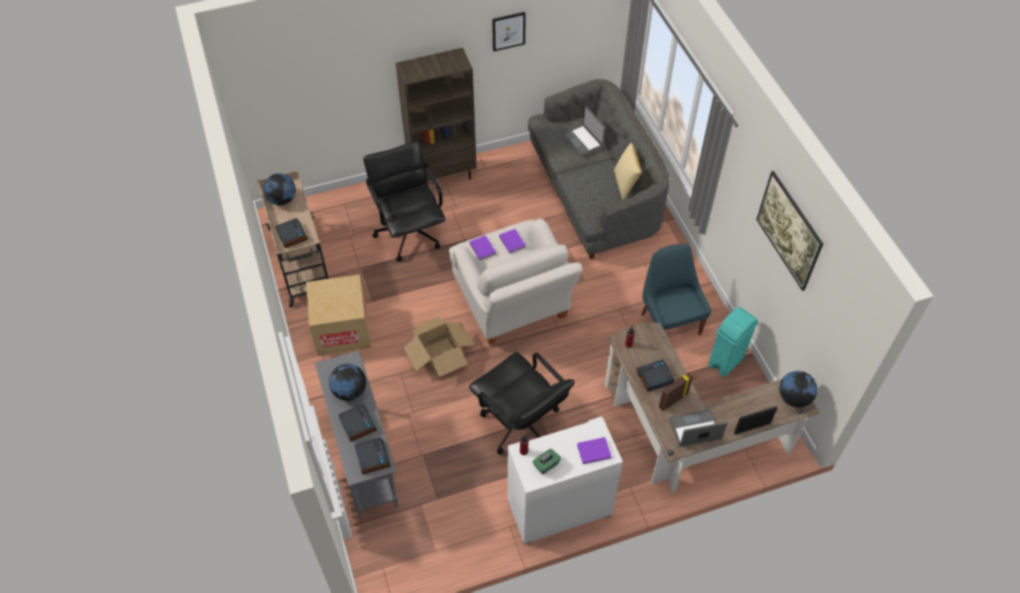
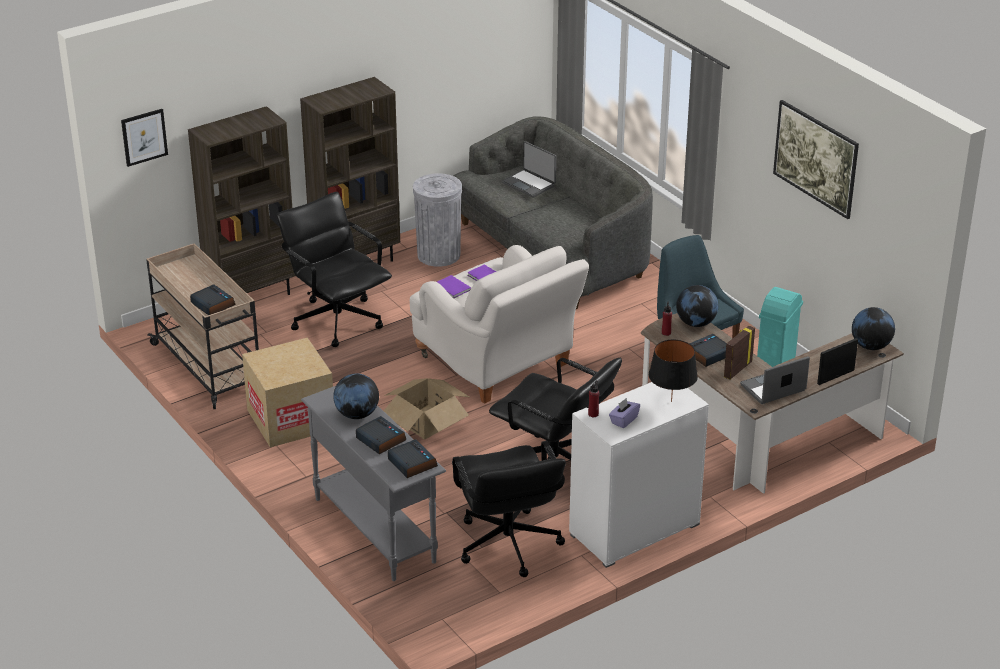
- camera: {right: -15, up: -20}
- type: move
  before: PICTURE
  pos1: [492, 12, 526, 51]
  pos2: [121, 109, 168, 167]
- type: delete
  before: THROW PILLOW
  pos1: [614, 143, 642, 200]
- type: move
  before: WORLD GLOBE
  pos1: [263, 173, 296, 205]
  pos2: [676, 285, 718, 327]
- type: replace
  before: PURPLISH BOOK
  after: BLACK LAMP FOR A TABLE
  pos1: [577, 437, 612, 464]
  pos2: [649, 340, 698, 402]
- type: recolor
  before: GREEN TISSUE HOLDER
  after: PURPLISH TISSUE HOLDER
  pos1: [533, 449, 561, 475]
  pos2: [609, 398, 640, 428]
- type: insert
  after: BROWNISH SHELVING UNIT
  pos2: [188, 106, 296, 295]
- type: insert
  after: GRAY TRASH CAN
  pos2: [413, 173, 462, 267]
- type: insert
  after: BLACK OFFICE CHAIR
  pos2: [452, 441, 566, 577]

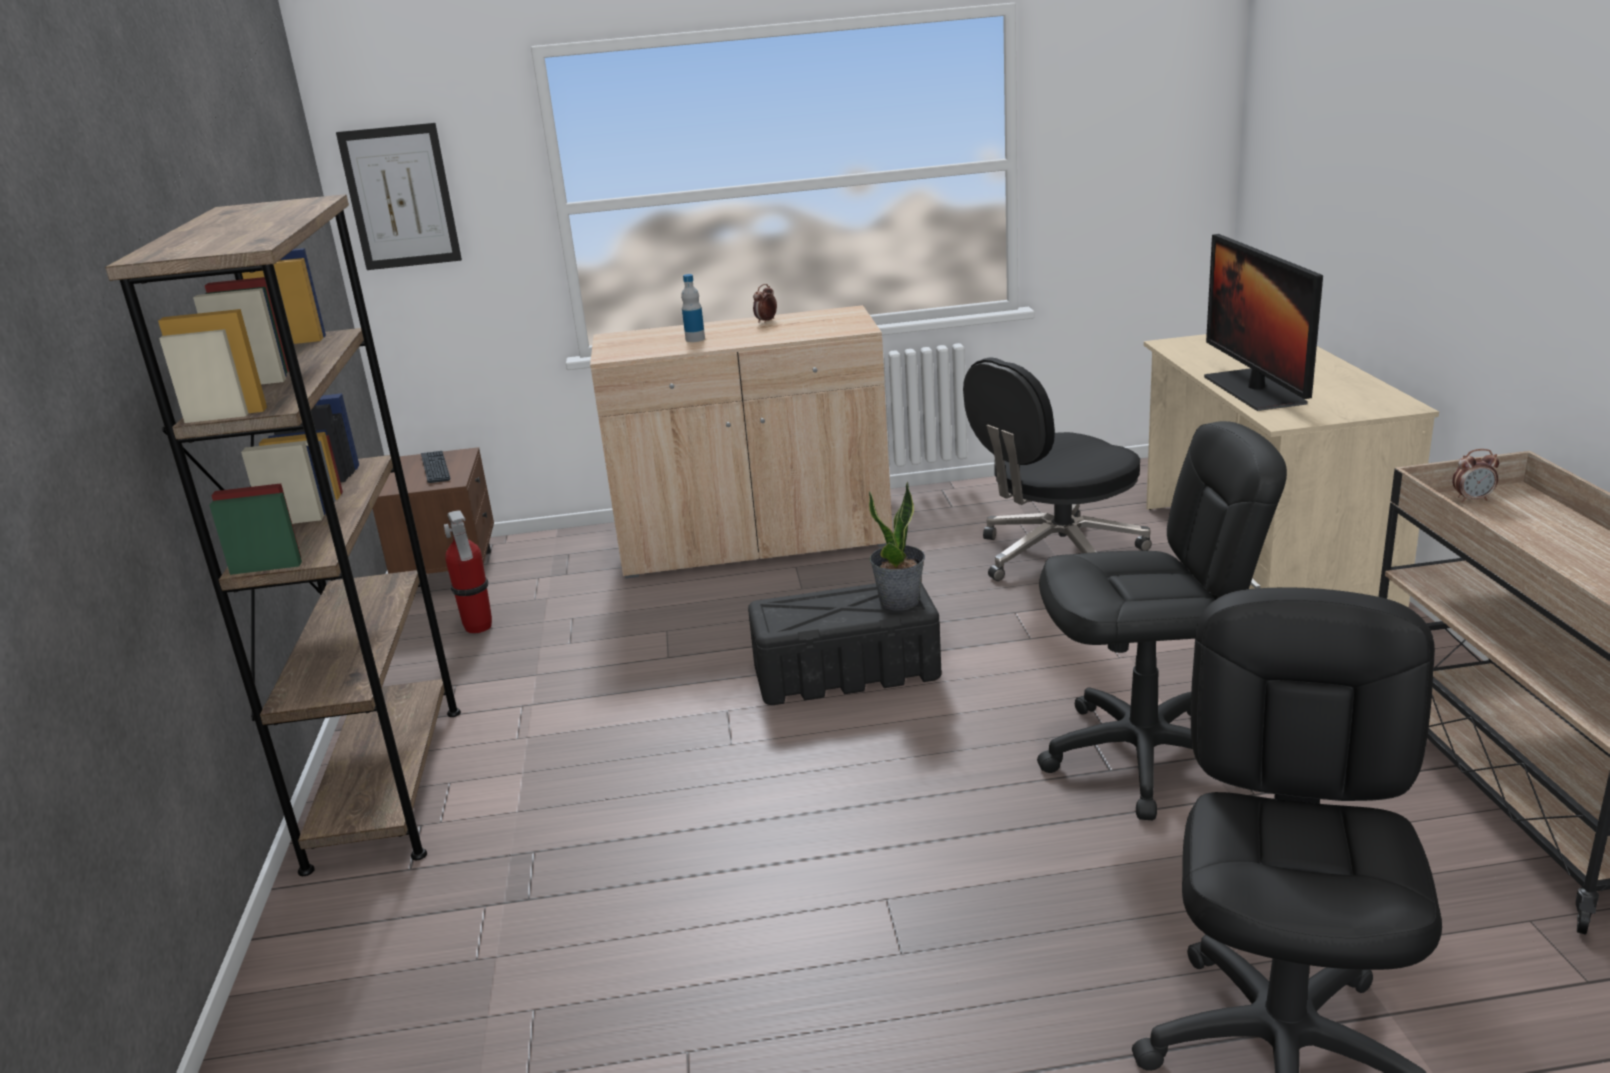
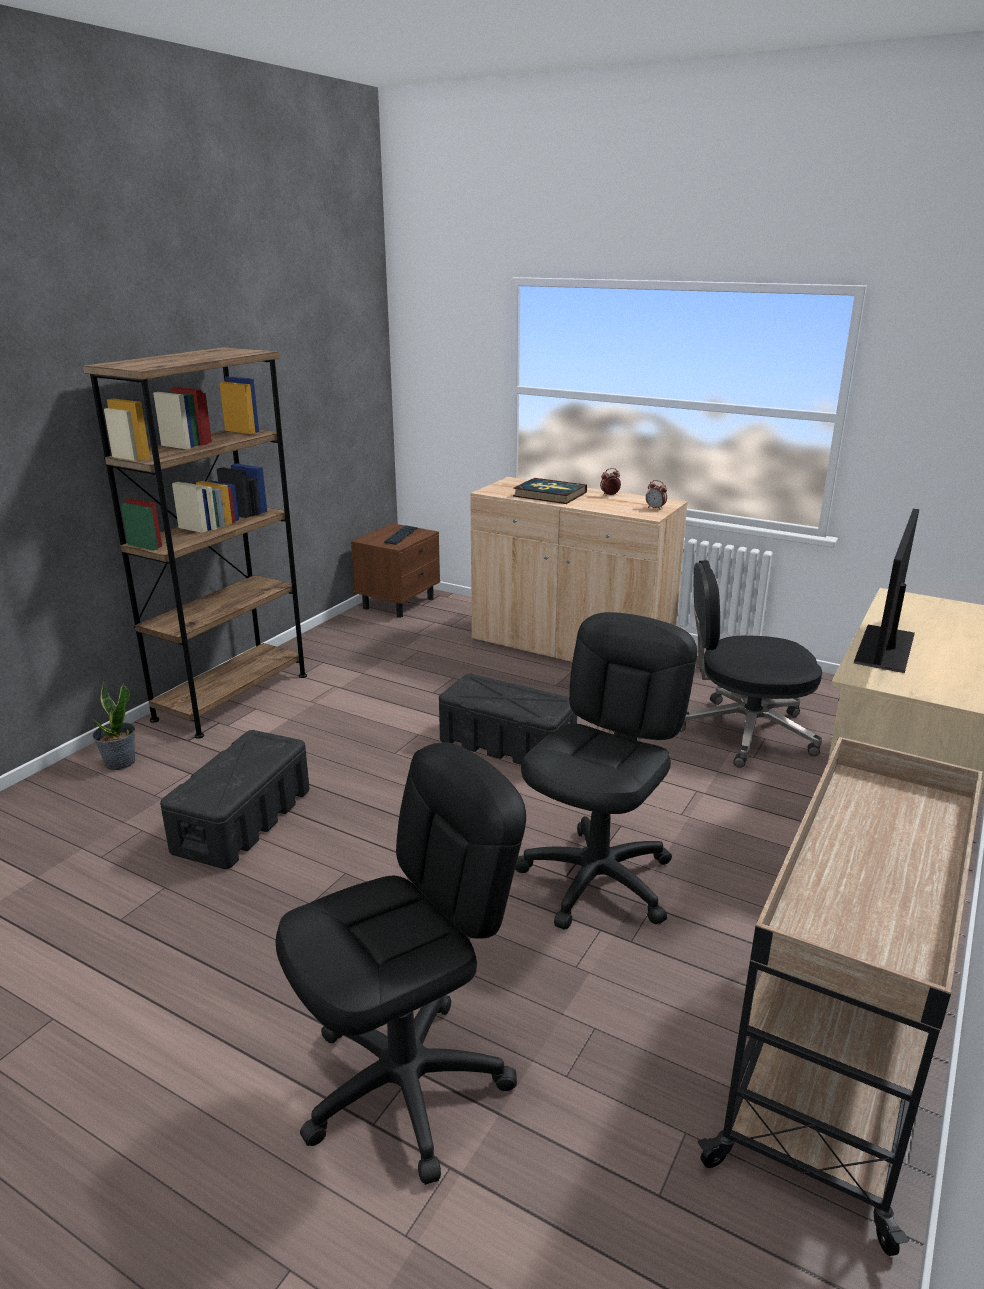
- camera: {right: 35, up: 0}
- type: delete
  before: PICTURE
  pos1: [336, 123, 462, 270]
- type: replace
  before: BEVERAGE BOTTLE
  after: BOOK
  pos1: [681, 274, 705, 342]
  pos2: [513, 478, 587, 504]
- type: rotate
  before: BLACK OFFICE CHAIR
  pos1: [1037, 421, 1287, 821]
  pos2: [515, 612, 697, 930]
  turn: -90
- type: move
  before: TABLE CLOCK
  pos1: [1452, 449, 1500, 502]
  pos2: [646, 480, 667, 510]
- type: move
  before: PLANT IN A POT
  pos1: [869, 482, 925, 611]
  pos2: [93, 680, 135, 770]
- type: delete
  before: EXTINGUISHER
  pos1: [444, 510, 492, 633]
- type: insert
  after: BLACK STORAGE BOX
  pos2: [160, 730, 310, 869]

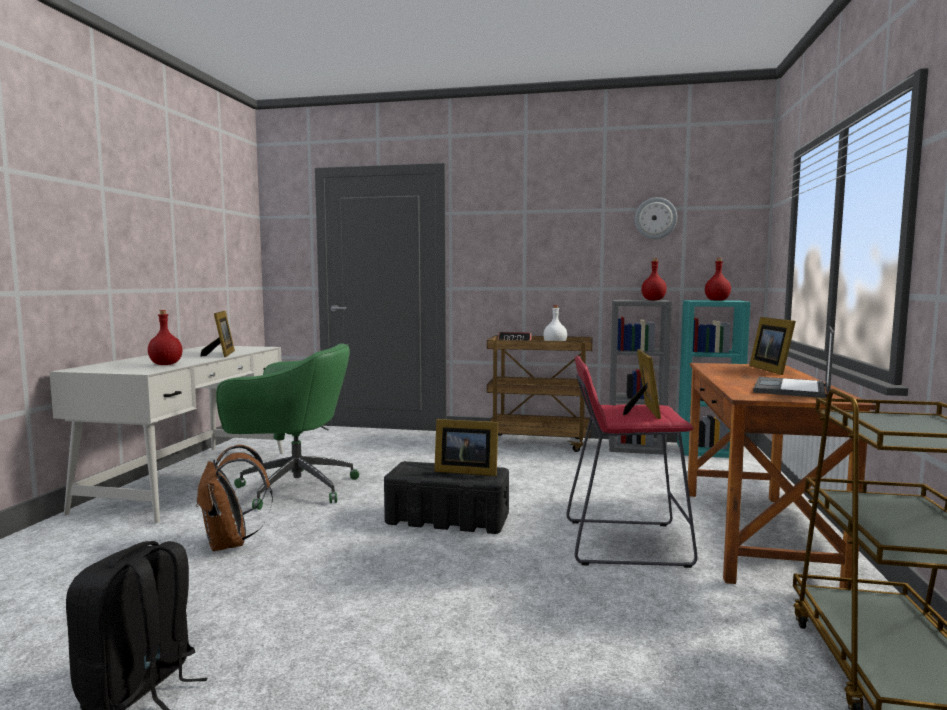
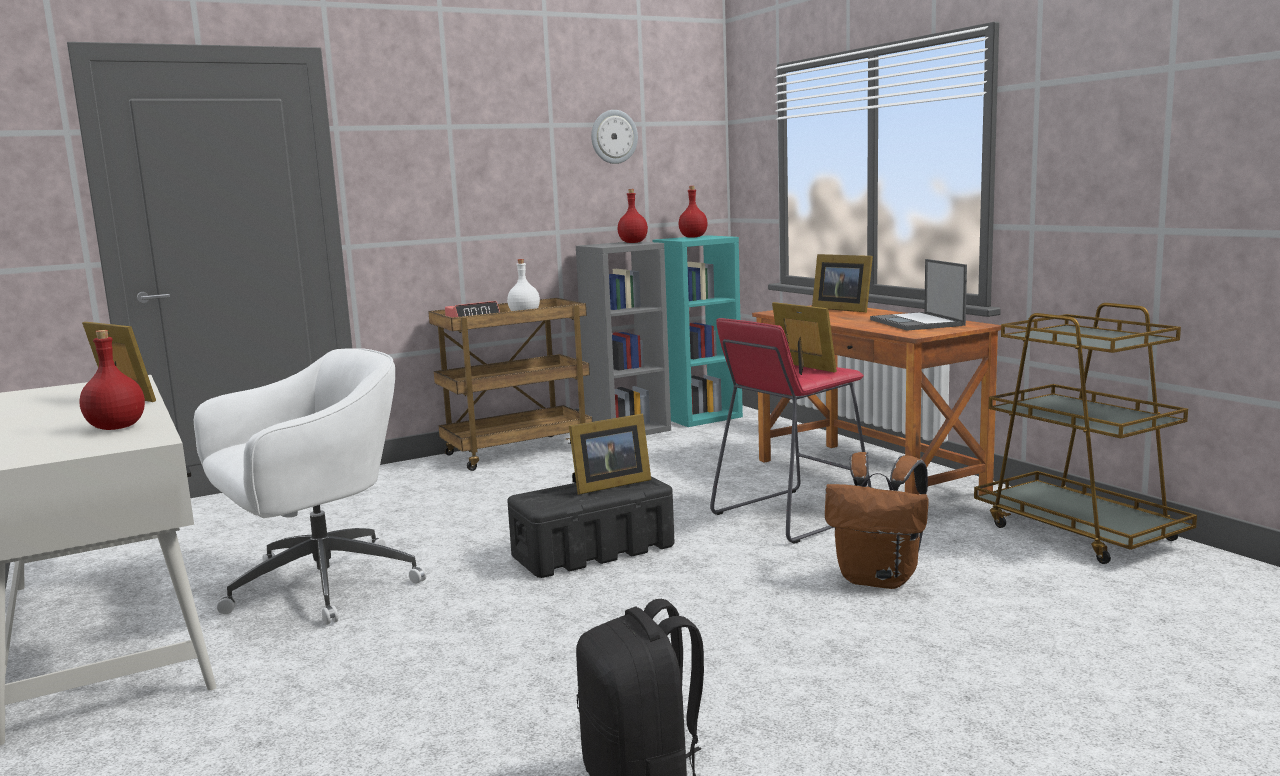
- camera: {right: -40, up: 5}
- type: recolor
  before: GREEN OFFICE CHAIR
  after: WHITISH OFFICE CHAIR
  pos1: [216, 343, 359, 510]
  pos2: [194, 348, 426, 625]
- type: move
  before: BROWNISH KNAPSACK
  pos1: [196, 445, 273, 551]
  pos2: [825, 452, 929, 589]

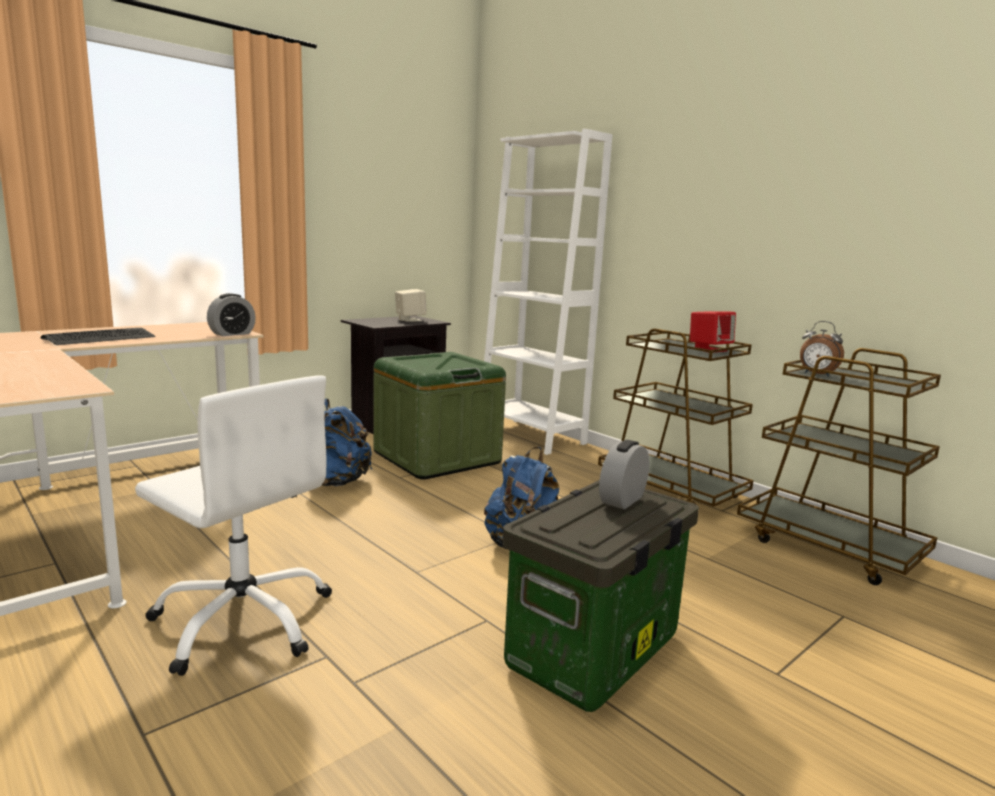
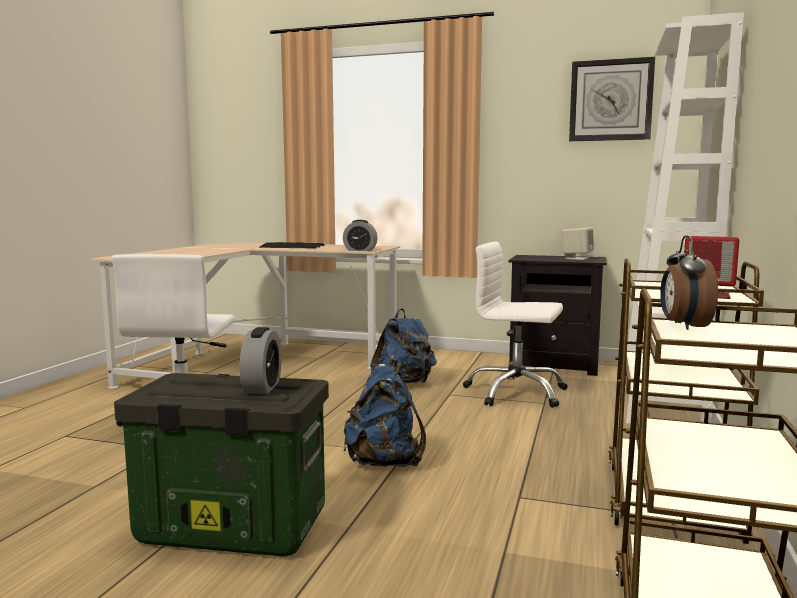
- camera: {right: 60, up: -5}
- type: replace
  before: GREEN STORAGE BOX
  after: WHITISH OFFICE CHAIR
  pos1: [374, 352, 506, 479]
  pos2: [463, 242, 568, 408]
- type: rotate
  before: TABLE CLOCK
  pos1: [599, 440, 650, 509]
  pos2: [240, 327, 281, 394]
  turn: 90
- type: insert
  after: HANGING CLOCK
  pos2: [569, 57, 655, 141]

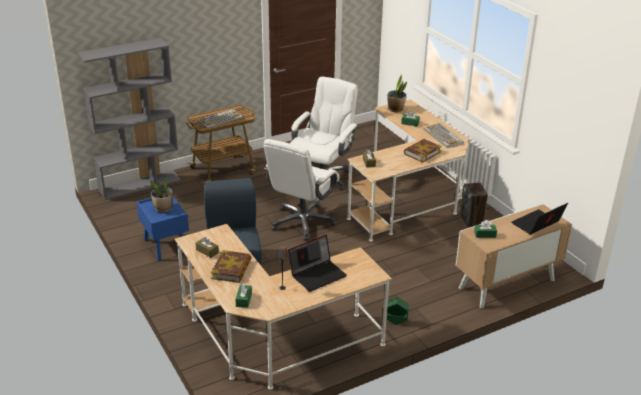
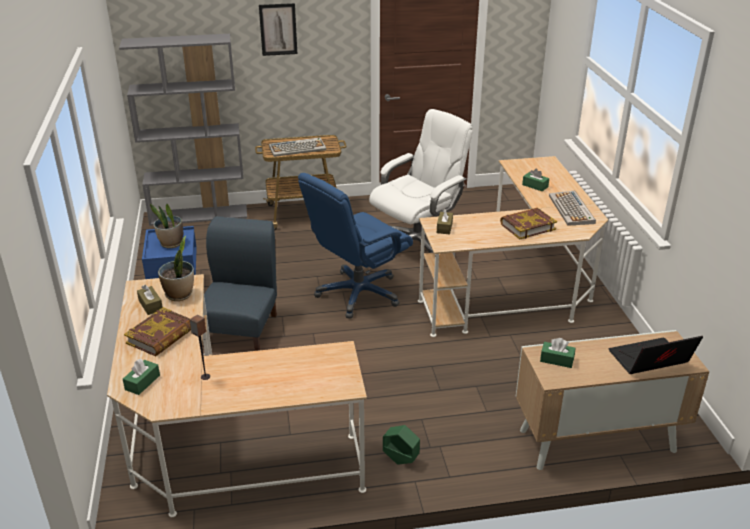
- camera: {right: 20, up: 0}
- type: move
  before: PLANT IN A POT
  pos1: [387, 75, 407, 112]
  pos2: [158, 236, 194, 301]
- type: recolor
  before: WHITISH OFFICE CHAIR
  after: BLUE-COLOURED OFFICE CHAIR
  pos1: [264, 139, 340, 240]
  pos2: [298, 173, 413, 319]
- type: delete
  before: LOUDSPEAKER
  pos1: [461, 183, 488, 227]
- type: delete
  before: LAPTOP
  pos1: [288, 235, 347, 292]
- type: insert
  after: PICTURE
  pos2: [259, 3, 297, 56]

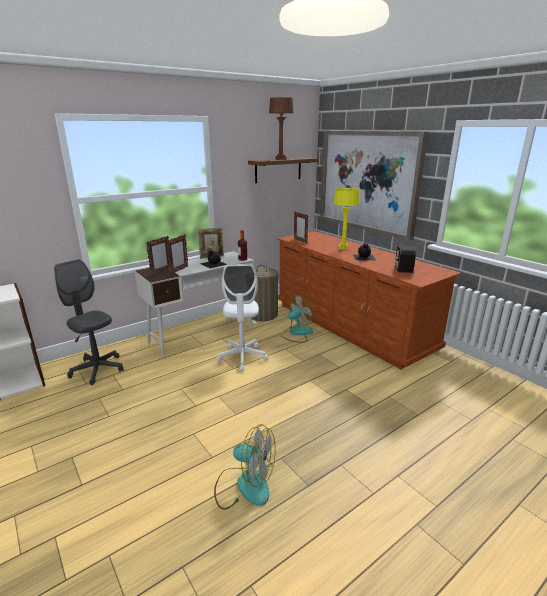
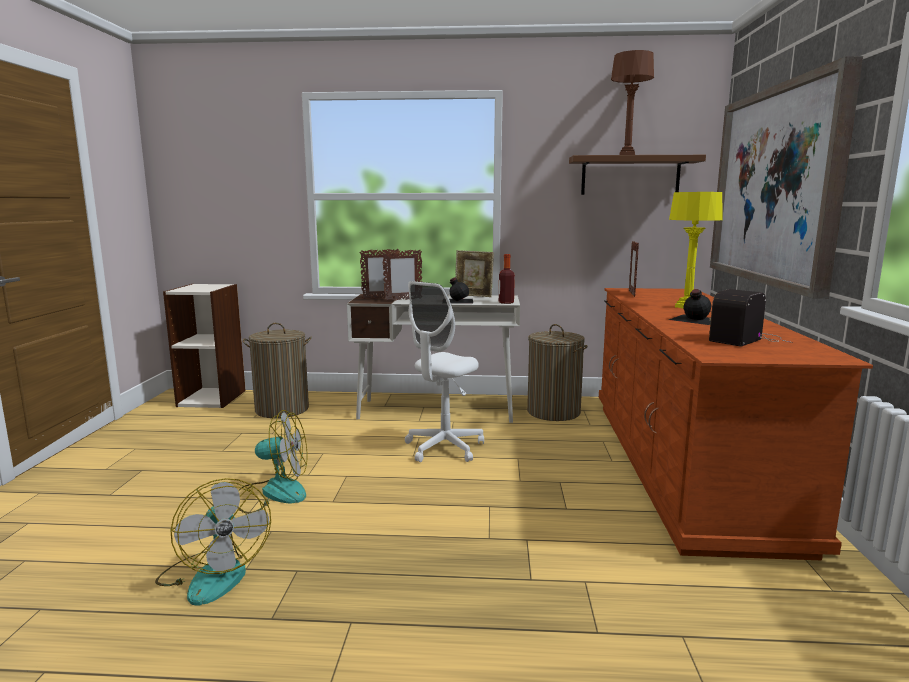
- camera: {right: 40, up: -10}
- type: replace
  before: GRAY OFFICE CHAIR
  after: LAUNDRY BASKET
  pos1: [54, 259, 124, 385]
  pos2: [243, 323, 312, 418]
- type: move
  before: ELECTRIC FAN
  pos1: [281, 295, 314, 343]
  pos2: [237, 410, 307, 514]

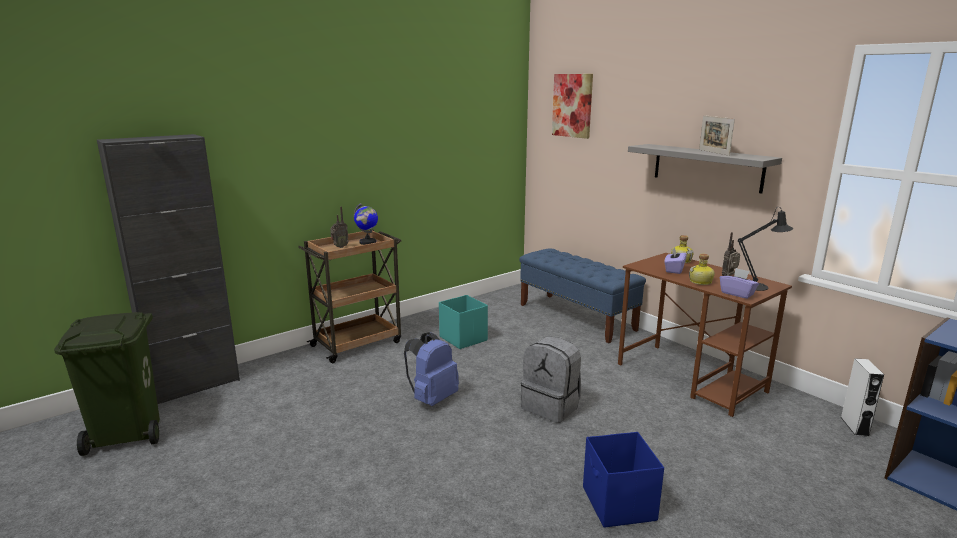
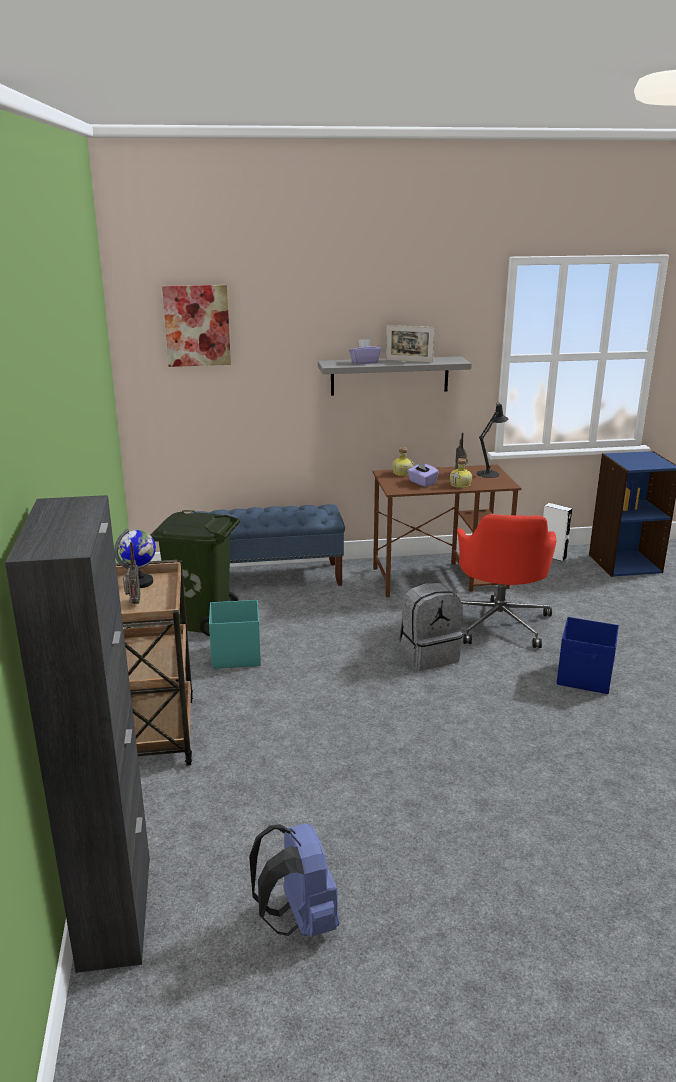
- camera: {right: -60, up: 5}
- type: move
  before: PURPLISH TISSUE HOLDER
  pos1: [720, 268, 759, 299]
  pos2: [349, 339, 381, 364]
- type: move
  before: GREEN TRASH CAN
  pos1: [54, 312, 160, 456]
  pos2: [150, 510, 240, 636]
- type: move
  before: BLUE-COLOURED KNAPSACK
  pos1: [404, 332, 459, 406]
  pos2: [249, 824, 340, 937]
- type: insert
  after: REDDISH OFFICE CHAIR
  pos2: [457, 514, 556, 648]

